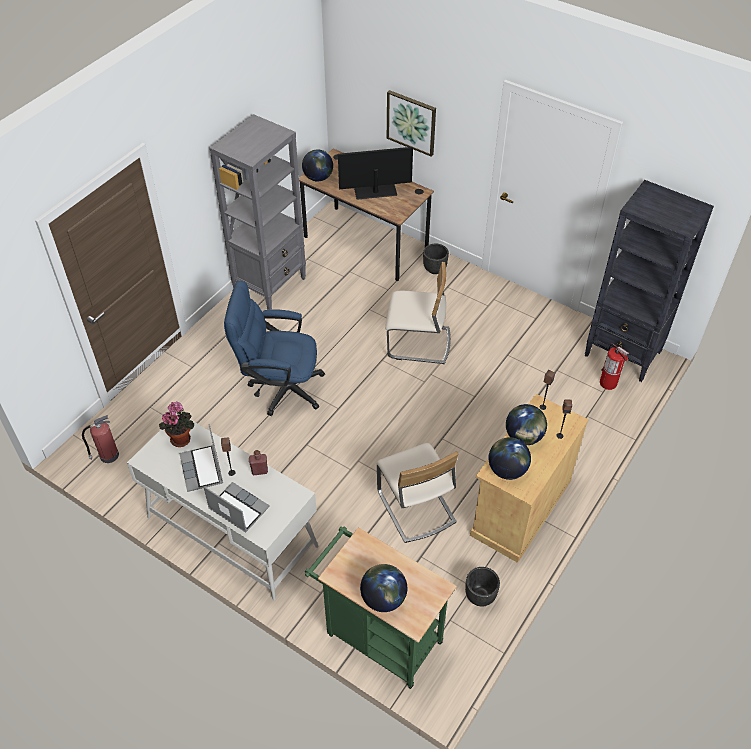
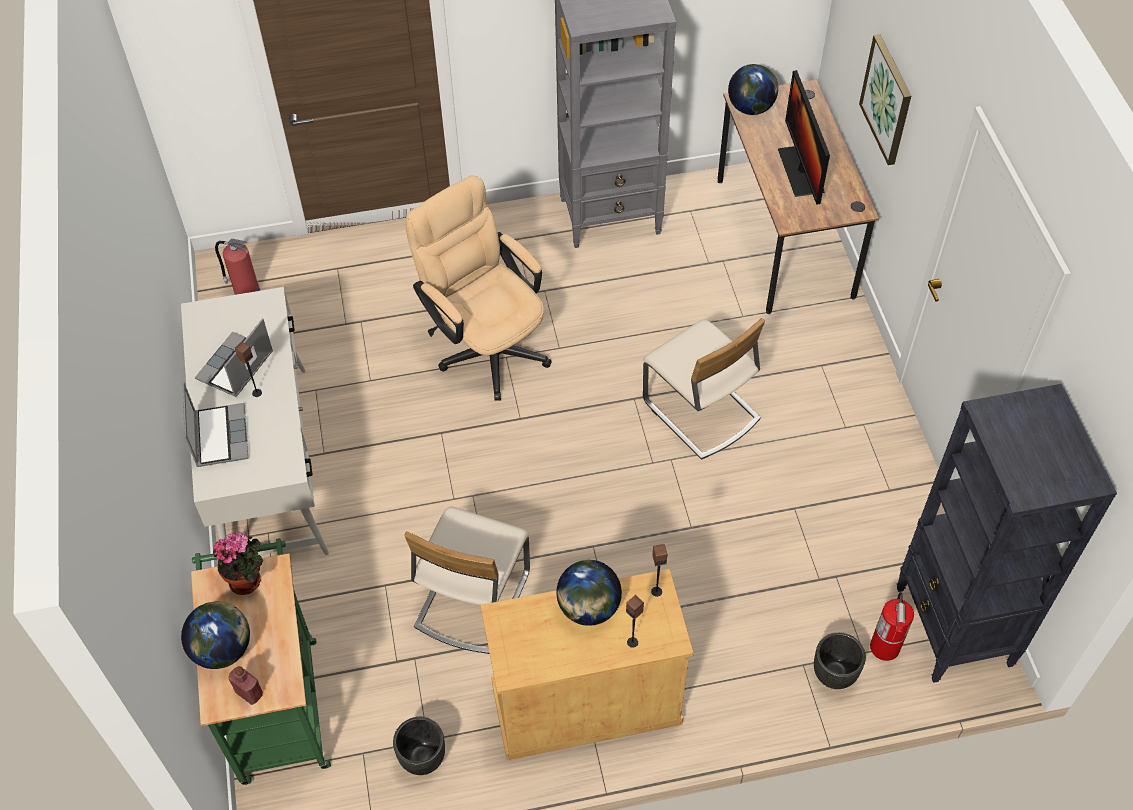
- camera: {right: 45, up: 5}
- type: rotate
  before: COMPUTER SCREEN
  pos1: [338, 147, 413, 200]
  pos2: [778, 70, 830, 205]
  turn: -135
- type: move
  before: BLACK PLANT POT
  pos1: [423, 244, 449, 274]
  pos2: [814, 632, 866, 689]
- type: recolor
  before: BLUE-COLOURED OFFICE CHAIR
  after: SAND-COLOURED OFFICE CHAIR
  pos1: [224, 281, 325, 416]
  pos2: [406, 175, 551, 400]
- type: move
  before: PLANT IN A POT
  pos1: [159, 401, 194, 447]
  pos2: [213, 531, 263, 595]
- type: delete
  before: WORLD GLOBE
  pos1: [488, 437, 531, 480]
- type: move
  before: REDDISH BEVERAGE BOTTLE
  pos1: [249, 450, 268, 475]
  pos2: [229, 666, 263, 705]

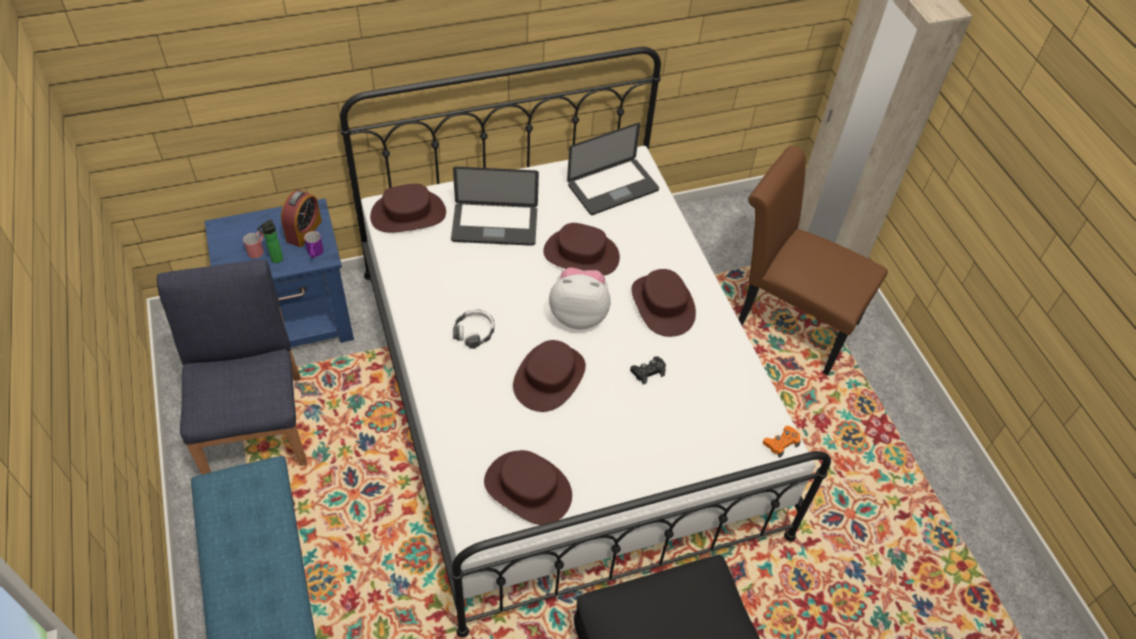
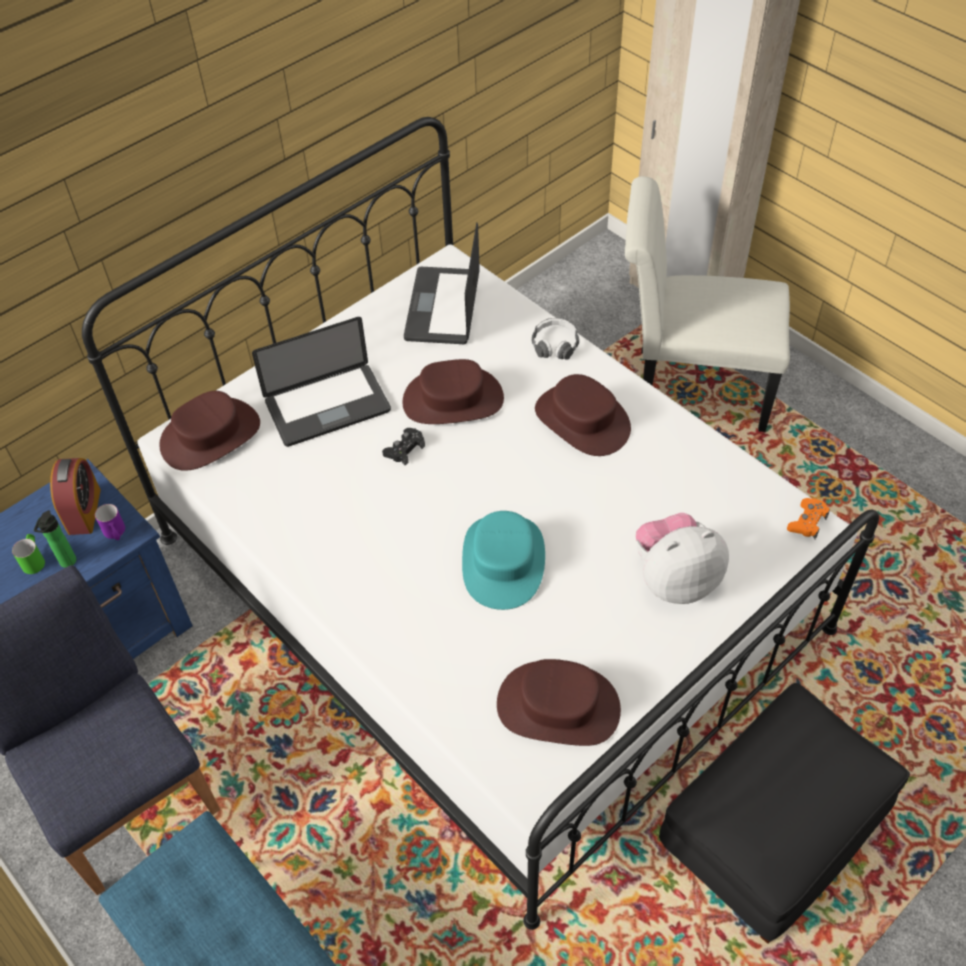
- camera: {right: -20, up: 0}
- type: rotate
  before: LAPTOP
  pos1: [567, 123, 659, 215]
  pos2: [404, 222, 480, 344]
  turn: 150
- type: recolor
  before: BROWNISH PLAIN CHAIR
  after: WHITISH PLAIN CHAIR
  pos1: [738, 146, 888, 375]
  pos2: [625, 176, 790, 432]
- type: recolor
  before: REDDISH MUG
  after: GREEN MUG
  pos1: [243, 231, 264, 258]
  pos2: [12, 534, 45, 574]
- type: move
  before: PLUSH TOY
  pos1: [549, 267, 611, 329]
  pos2: [636, 513, 729, 604]
- type: move
  before: HEADSET
  pos1: [453, 309, 494, 349]
  pos2: [532, 318, 579, 359]
- type: recolor
  before: BROWNISH HAT
  after: TURQUOISE-COLOURED HAT
  pos1: [513, 340, 586, 412]
  pos2: [462, 511, 545, 610]
- type: move
  before: BLACK JOYPAD
  pos1: [630, 356, 666, 384]
  pos2: [382, 428, 425, 465]

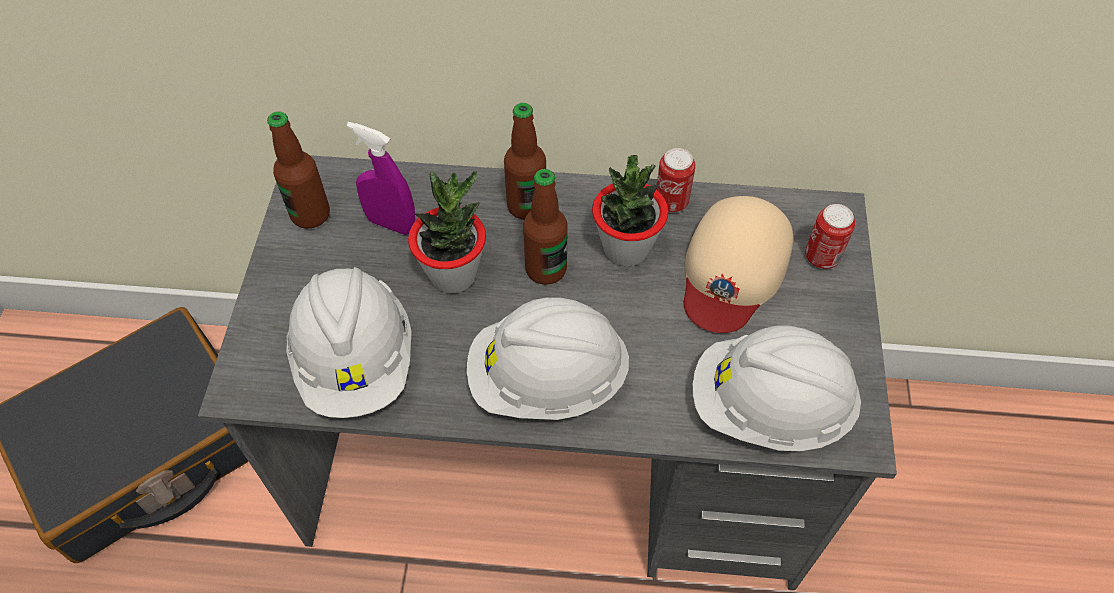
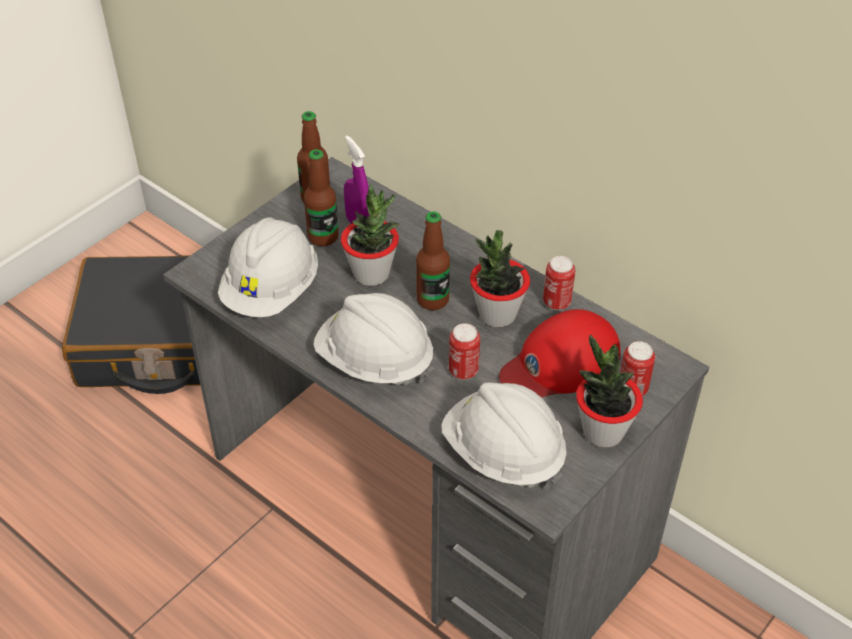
- camera: {right: 35, up: -10}
- type: move
  before: BEVERAGE BOTTLE
  pos1: [504, 103, 546, 220]
  pos2: [304, 149, 339, 246]
- type: recolor
  before: SAND-COLOURED CAP
  after: REDDISH CAP
  pos1: [684, 196, 793, 333]
  pos2: [499, 309, 620, 398]
- type: insert
  after: METAL CAN
  pos2: [449, 323, 480, 380]
- type: insert
  after: PLANT IN A POT
  pos2: [576, 335, 643, 448]

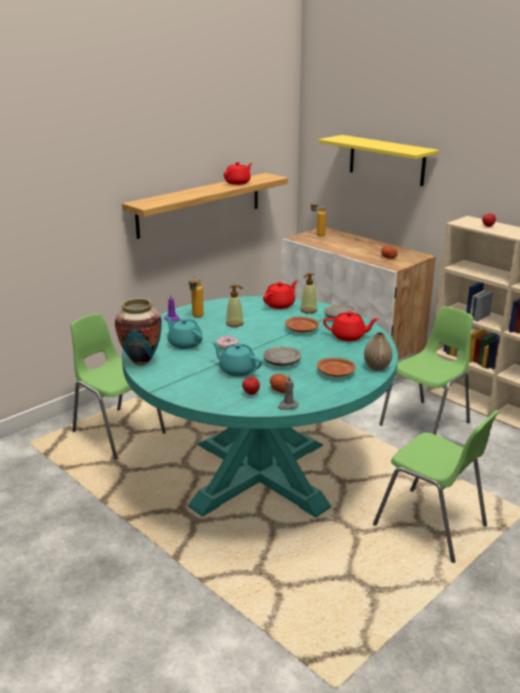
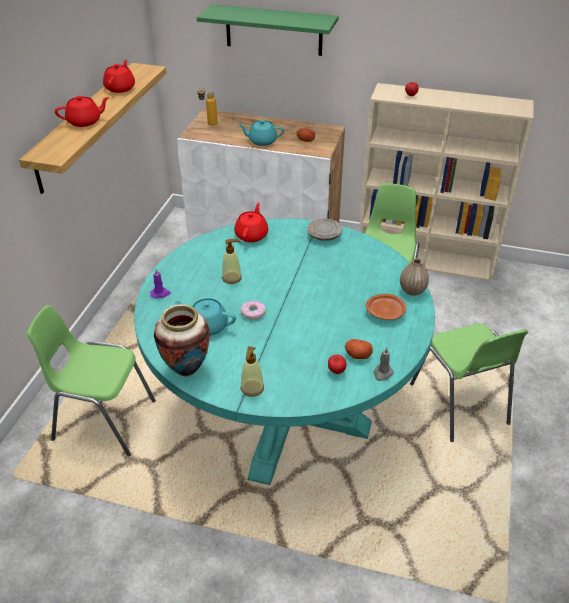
- camera: {right: -30, up: 15}
- type: recolor
  before: YELLOW-COLOURED WALL SHELF
  after: GREEN WALL SHELF
  pos1: [318, 135, 439, 186]
  pos2: [197, 4, 339, 56]
- type: move
  before: SOAP BOTTLE
  pos1: [300, 273, 317, 314]
  pos2: [241, 346, 264, 397]
- type: delete
  before: BEVERAGE BOTTLE
  pos1: [189, 276, 204, 317]
- type: move
  before: REDDISH TEAPOT
  pos1: [323, 311, 378, 341]
  pos2: [55, 96, 110, 127]
- type: delete
  before: BROWNISH FLAT DISH
  pos1: [285, 317, 319, 333]
- type: move
  before: TURQUOISE-COLOURED TEAPOT
  pos1: [212, 342, 262, 377]
  pos2: [238, 120, 284, 146]
- type: delete
  before: GRAY FLAT DISH
  pos1: [263, 347, 301, 366]
- type: rotate
  before: GREEN PLAIN CHAIR
  pos1: [373, 410, 499, 563]
  pos2: [410, 324, 528, 442]
  turn: 60

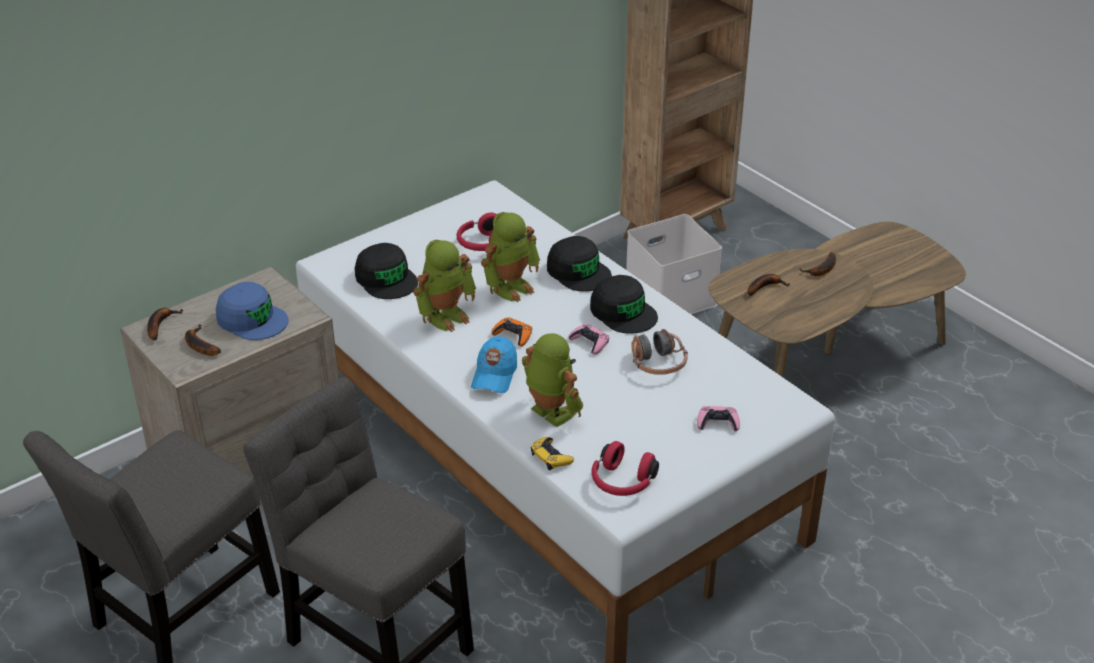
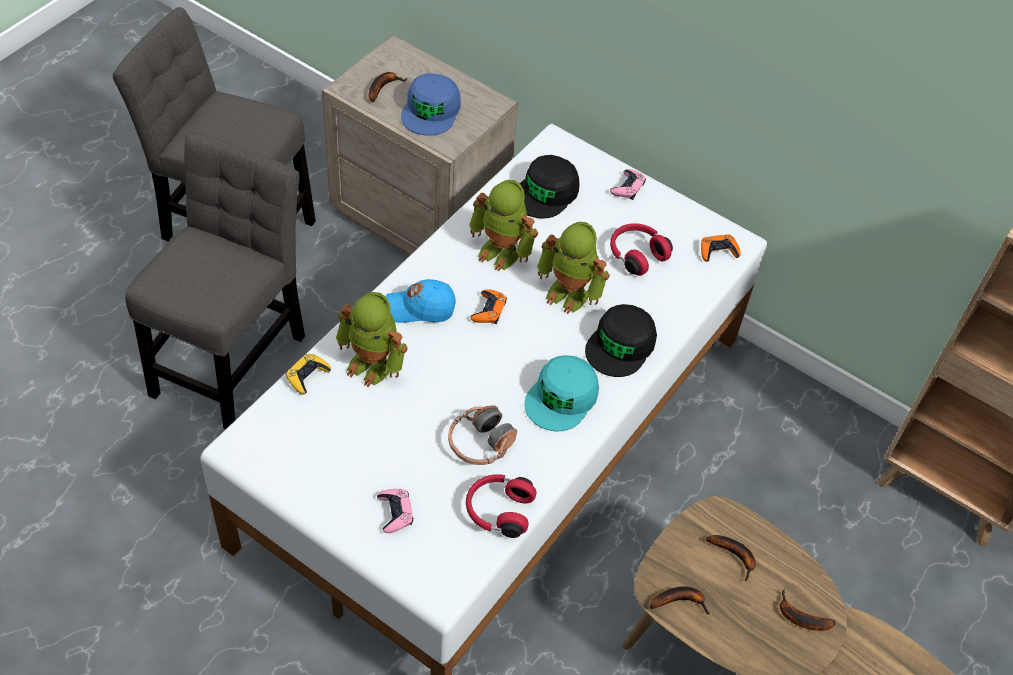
- camera: {right: 70, up: 15}
- type: delete
  before: WHITISH STORAGE BOX
  pos1: [626, 214, 722, 314]
- type: recolor
  before: BLACK CAP
  after: TURQUOISE-COLOURED CAP
  pos1: [590, 275, 658, 334]
  pos2: [524, 355, 599, 431]
- type: move
  before: WHOLE BANANA
  pos1: [147, 308, 183, 340]
  pos2: [650, 586, 710, 615]
- type: move
  before: PINK-COLOURED JOYPAD
  pos1: [569, 324, 609, 355]
  pos2: [610, 169, 646, 200]
- type: rotate
  before: ROBOT FIGURE
  pos1: [522, 333, 583, 427]
  pos2: [336, 292, 408, 387]
  turn: 90
- type: move
  before: REDDISH HEADSET
  pos1: [592, 441, 659, 496]
  pos2: [466, 474, 536, 538]
- type: insert
  after: ORANGE-COLOURED JOYPAD
  pos2: [701, 234, 741, 262]

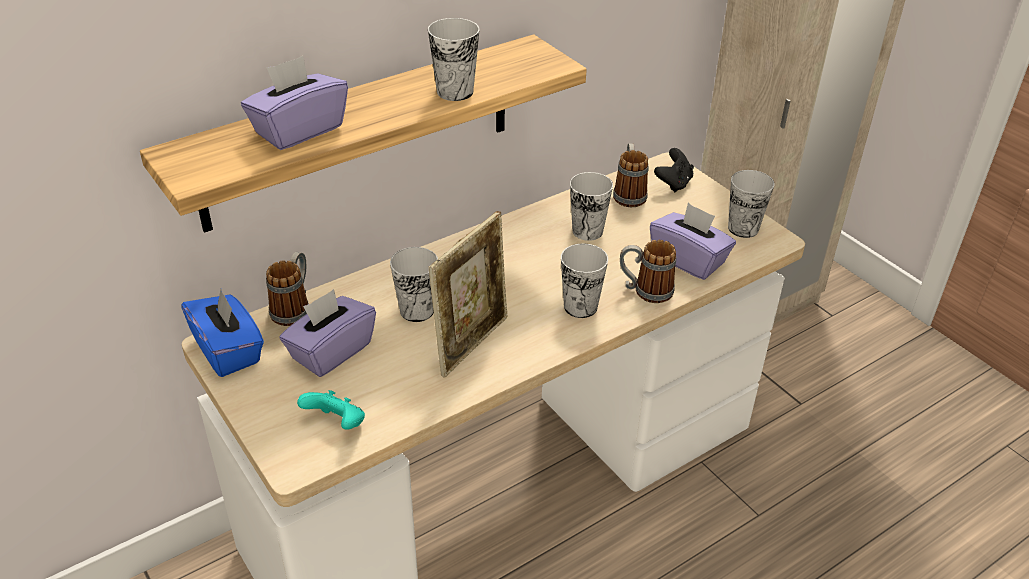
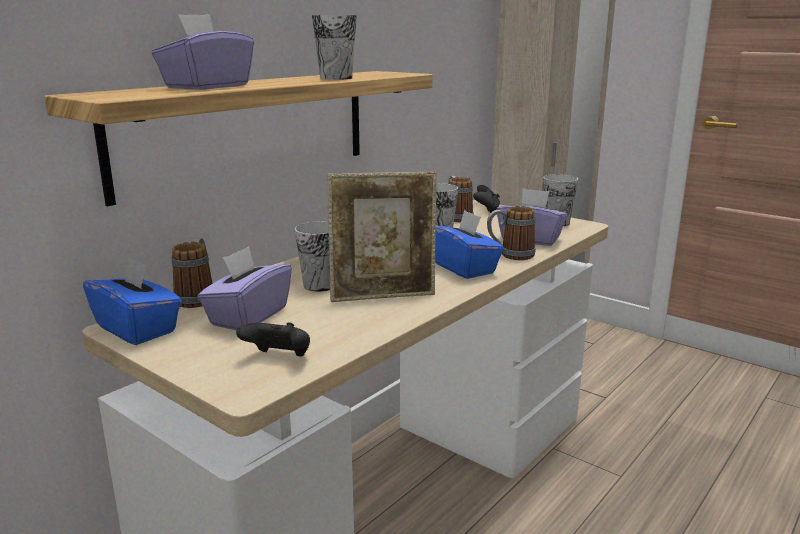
- camera: {right: -15, up: -20}
- type: rotate
  before: STANDING FRAME
  pos1: [429, 211, 507, 378]
  pos2: [327, 172, 437, 302]
  turn: 60
- type: replace
  before: DRINKING CUP
  after: BLUE-COLOURED TISSUE HOLDER
  pos1: [561, 244, 608, 318]
  pos2: [435, 210, 504, 279]
- type: recolor
  before: TURQUOISE-COLOURED JOYPAD
  after: BLACK JOYPAD
  pos1: [297, 390, 365, 430]
  pos2: [236, 322, 310, 357]

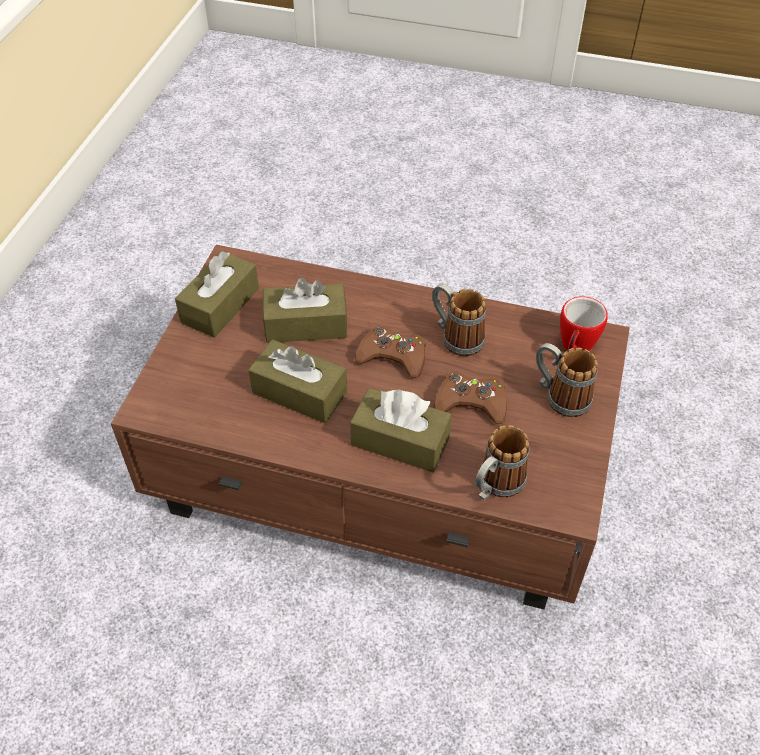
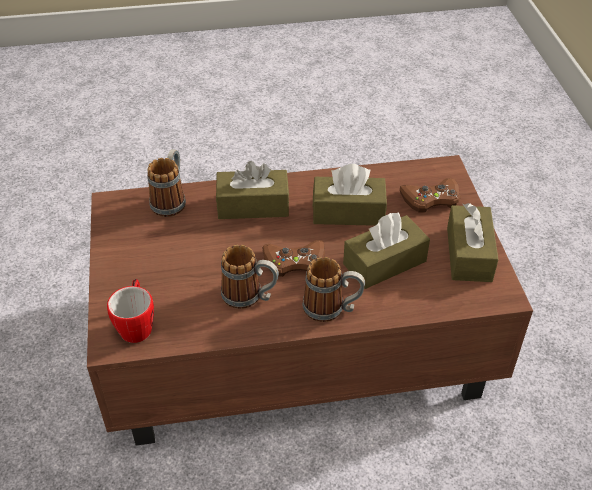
- camera: {right: 155, up: -5}
- type: move
  before: MUG
  pos1: [536, 343, 598, 417]
  pos2: [302, 257, 365, 322]
- type: move
  before: BROWNISH JOYPAD
  pos1: [433, 372, 507, 424]
  pos2: [400, 178, 461, 212]

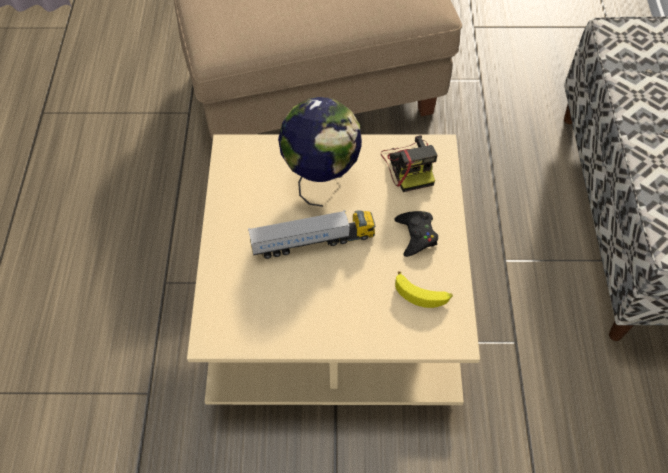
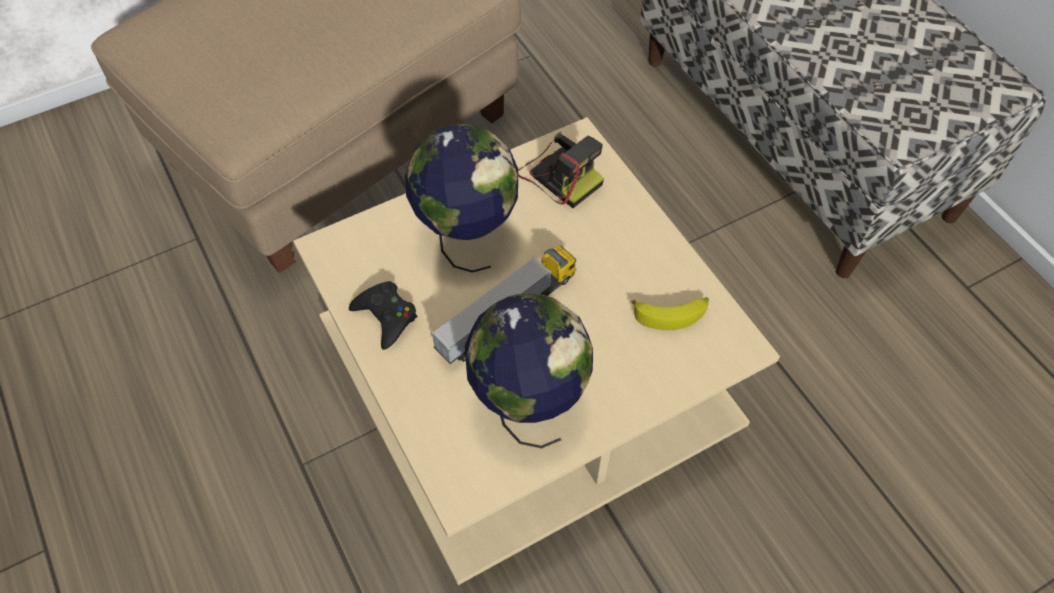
- camera: {right: -30, up: 0}
- type: move
  before: BLACK JOYPAD
  pos1: [394, 211, 438, 257]
  pos2: [349, 281, 417, 350]
- type: insert
  after: WORLD GLOBE
  pos2: [465, 294, 593, 448]

